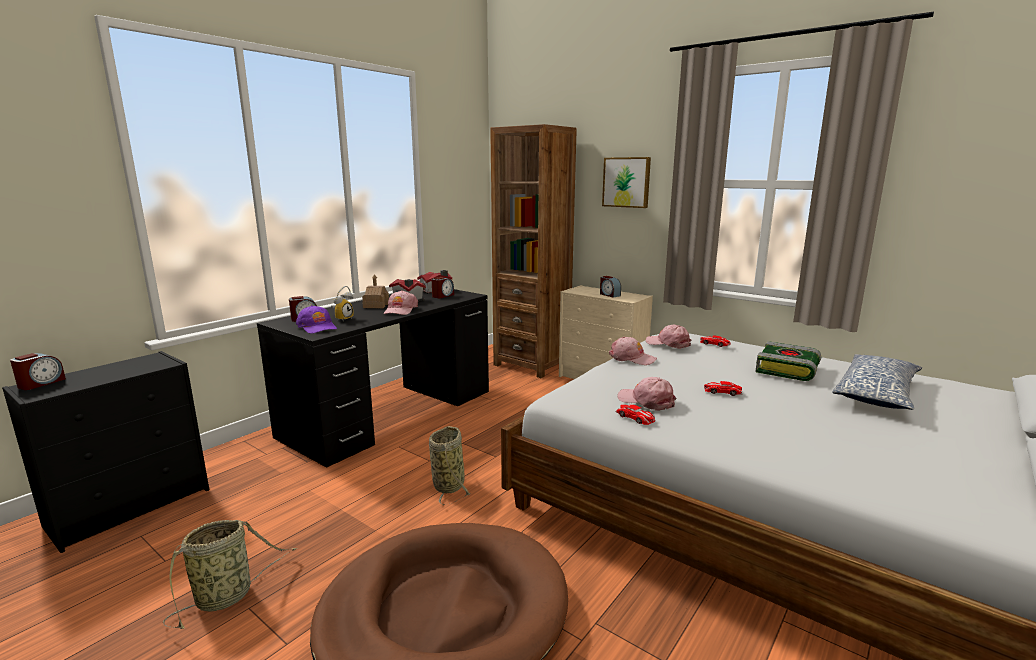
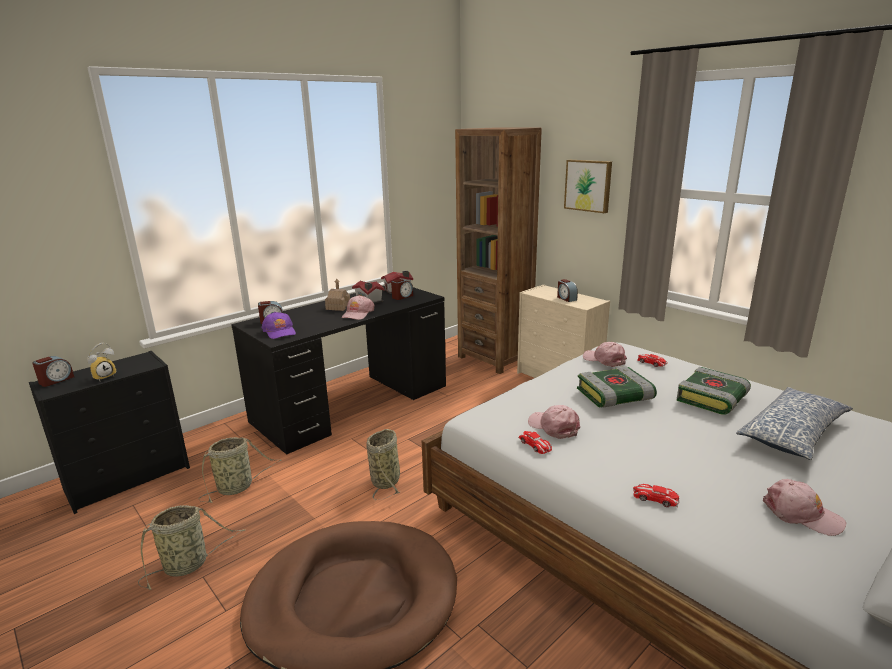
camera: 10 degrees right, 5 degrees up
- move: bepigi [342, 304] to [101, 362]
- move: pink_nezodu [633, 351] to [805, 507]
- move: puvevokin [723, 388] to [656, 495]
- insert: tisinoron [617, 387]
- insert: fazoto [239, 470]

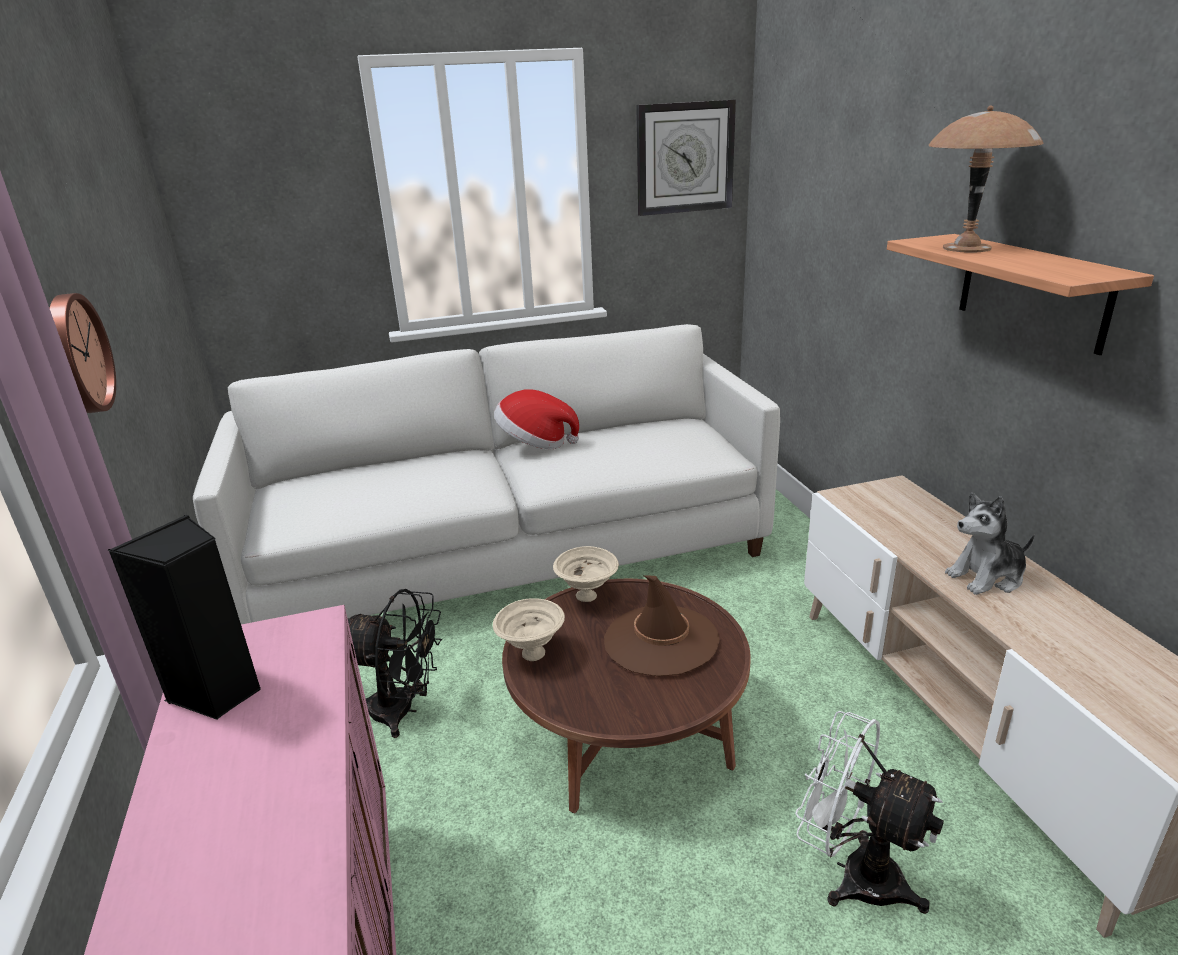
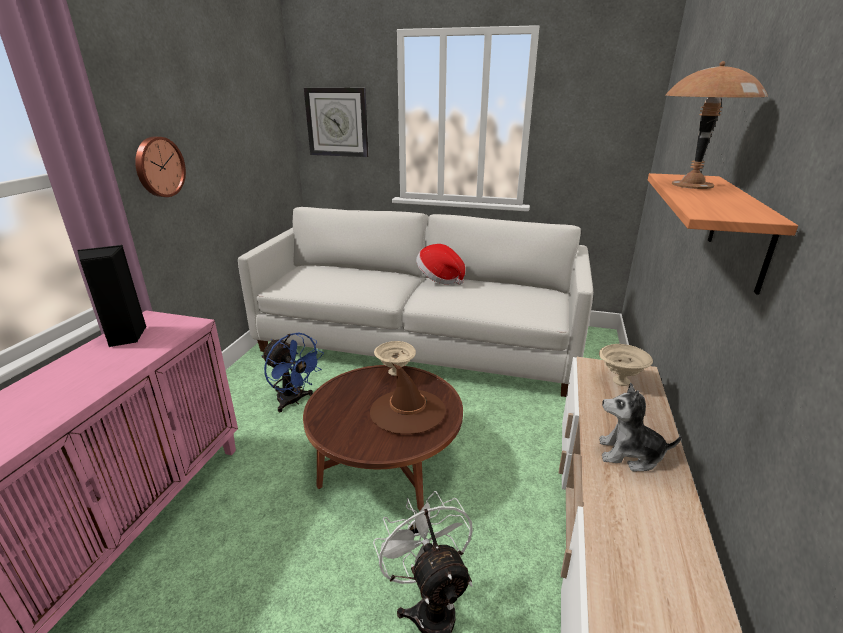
camera: 30 degrees right, 0 degrees up
- move: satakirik [686, 158] to [336, 122]
- recolor: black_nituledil [394, 663] to blue_nituledil [293, 372]
- move: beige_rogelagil [529, 629] to [626, 365]

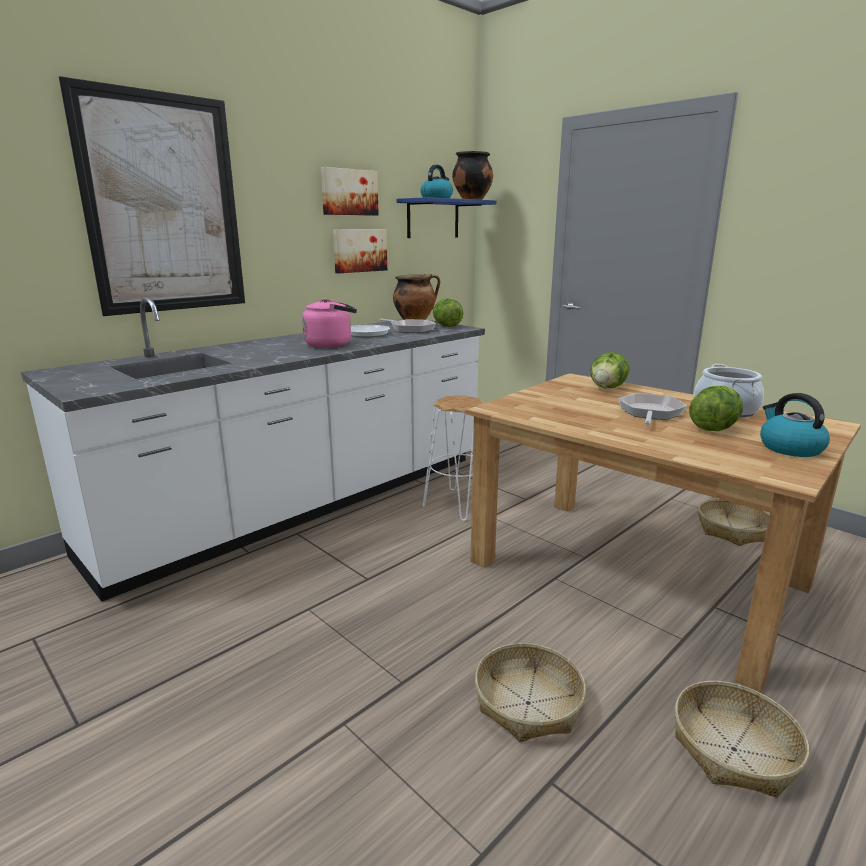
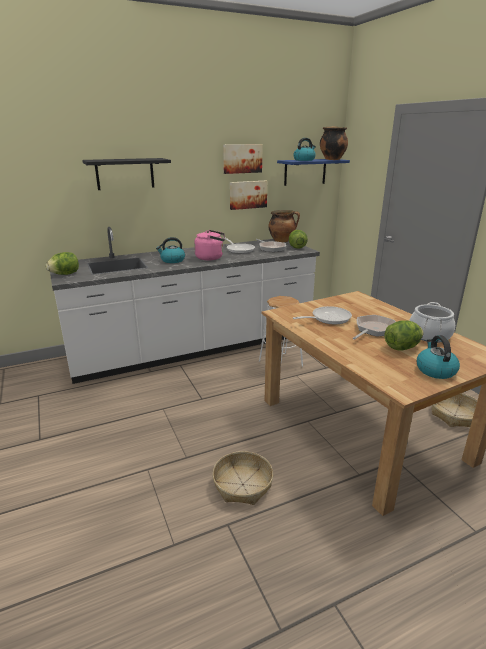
camera: 20 degrees right, 5 degrees up
- replace: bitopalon [152, 196] to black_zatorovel [126, 174]
- move: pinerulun [610, 370] to [62, 263]
- delete: fazoto [742, 739]
- insert: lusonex [170, 250]
- insert: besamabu [322, 315]

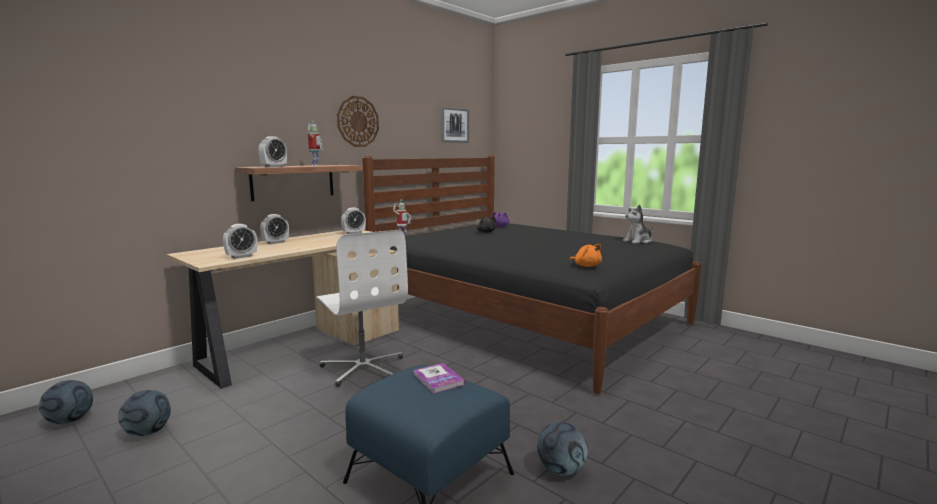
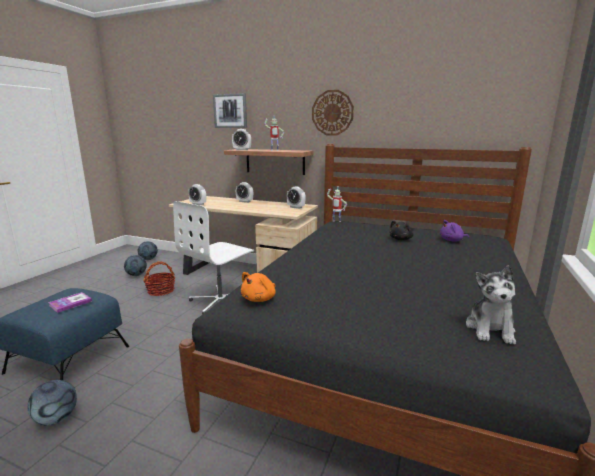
camera: 70 degrees right, 5 degrees up
- move: bitopalon [455, 125] to [230, 110]
- rotate: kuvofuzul [638, 224] = [491, 304] 120 degrees counterclockwise
- insert: fazoto [159, 278]

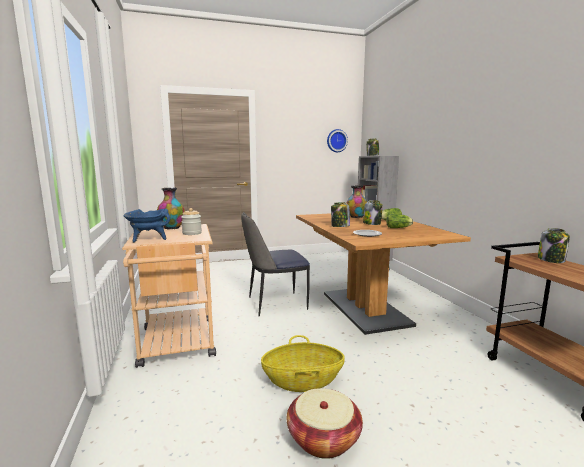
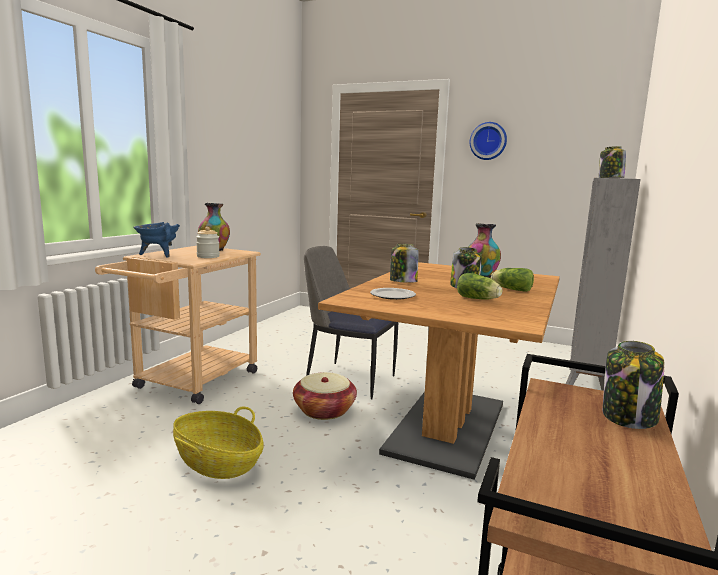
camera: 40 degrees right, 0 degrees up
- move: satakirik [337, 140] to [488, 141]
- move: fazoto [325, 423] to [325, 396]

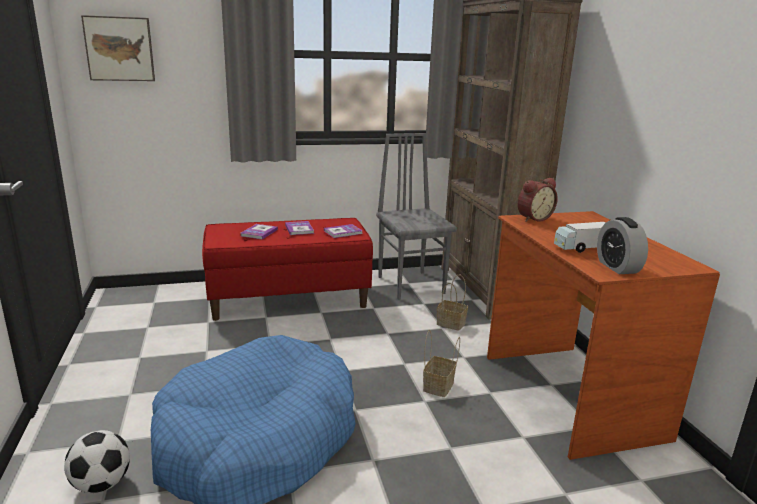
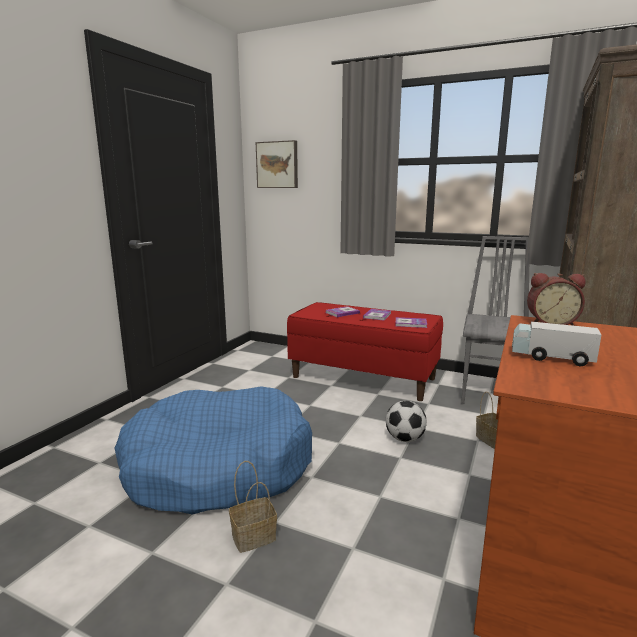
camera: 40 degrees right, 5 degrees down
- delete: bepigi [622, 245]
- move: fazoto [441, 363] to [253, 507]
- move: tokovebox [97, 461] to [406, 421]

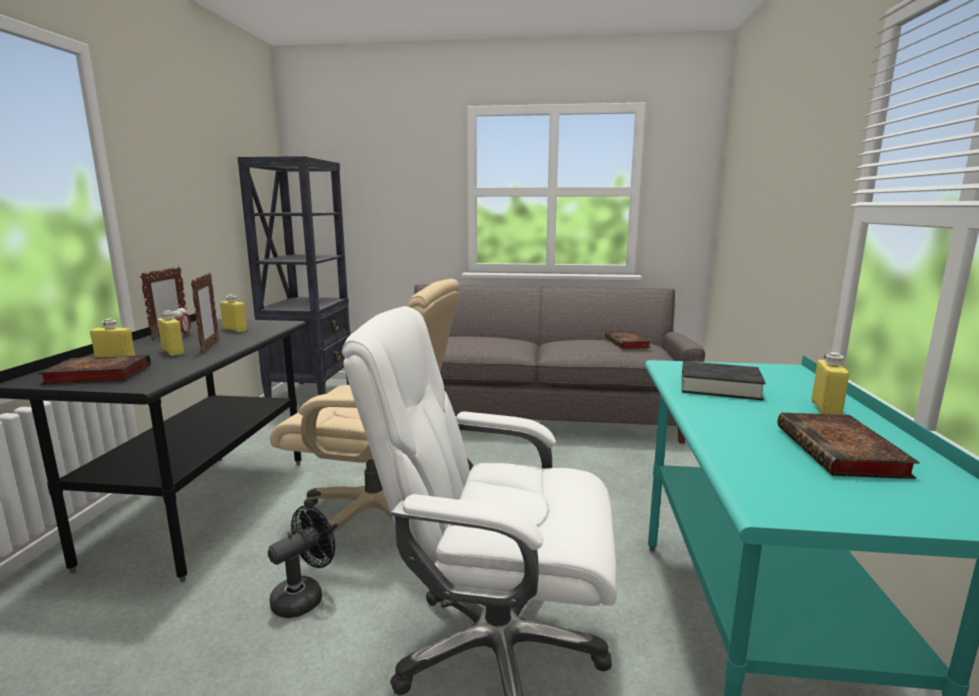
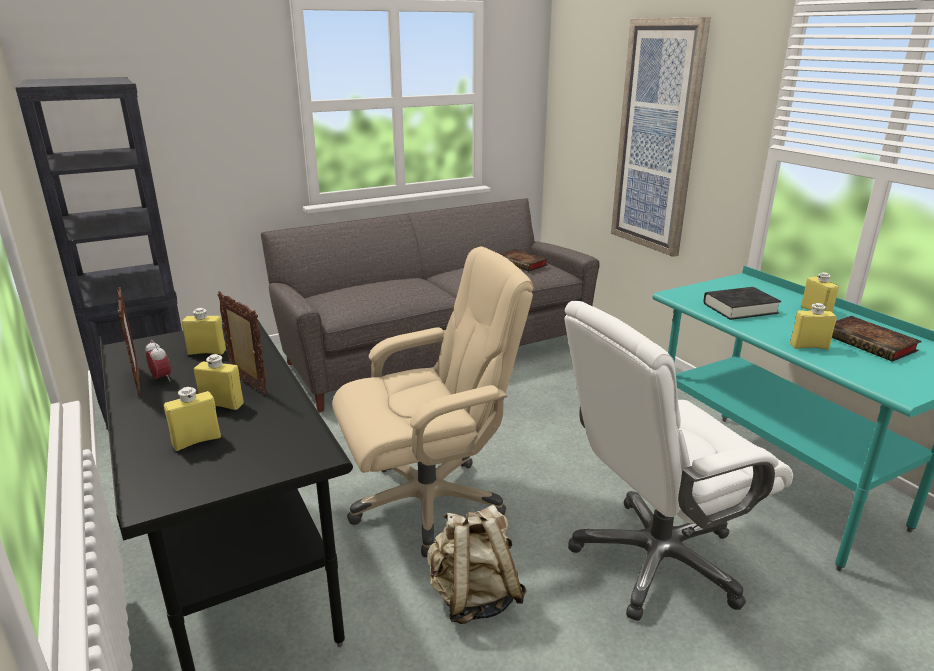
camera: 35 degrees left, 10 degrees up
- delete: tisinoron [94, 370]
- replace: black_nituledil [301, 561] to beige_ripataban [476, 564]
- insert: bitopalon [661, 137]
- insert: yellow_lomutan [813, 326]

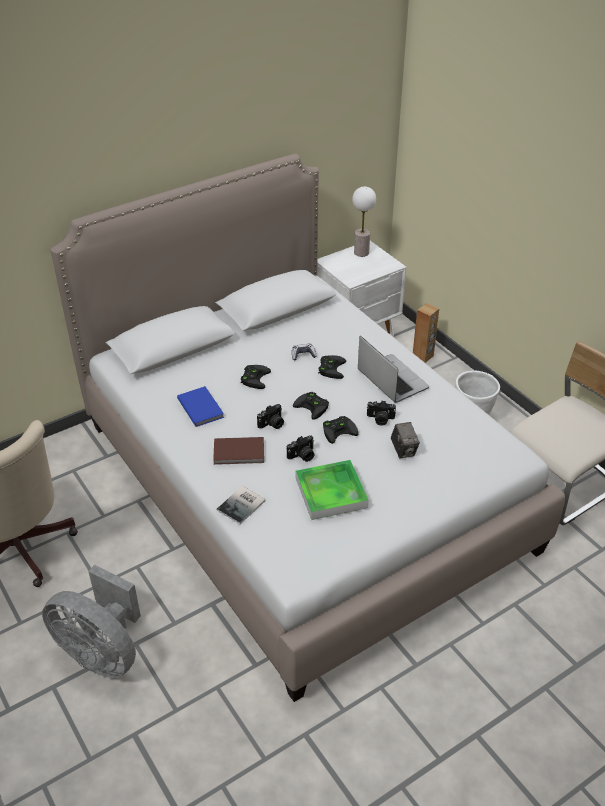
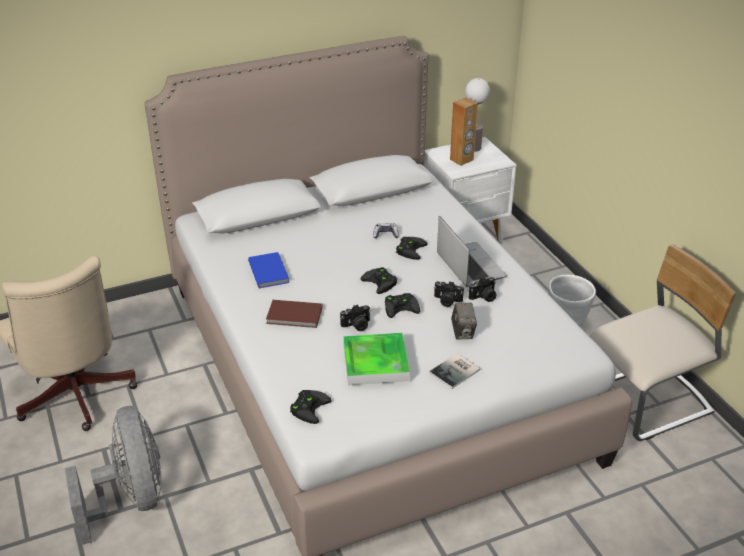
camera: 10 degrees right, 5 degrees down
- move: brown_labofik [426, 333] to [464, 131]
- move: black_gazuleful [256, 377] to [310, 407]
- move: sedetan [270, 416] to [483, 289]
- move: tisinoron [240, 505] to [454, 371]
- rotate: grey_nituledil [91, 621] = [113, 475] 150 degrees counterclockwise

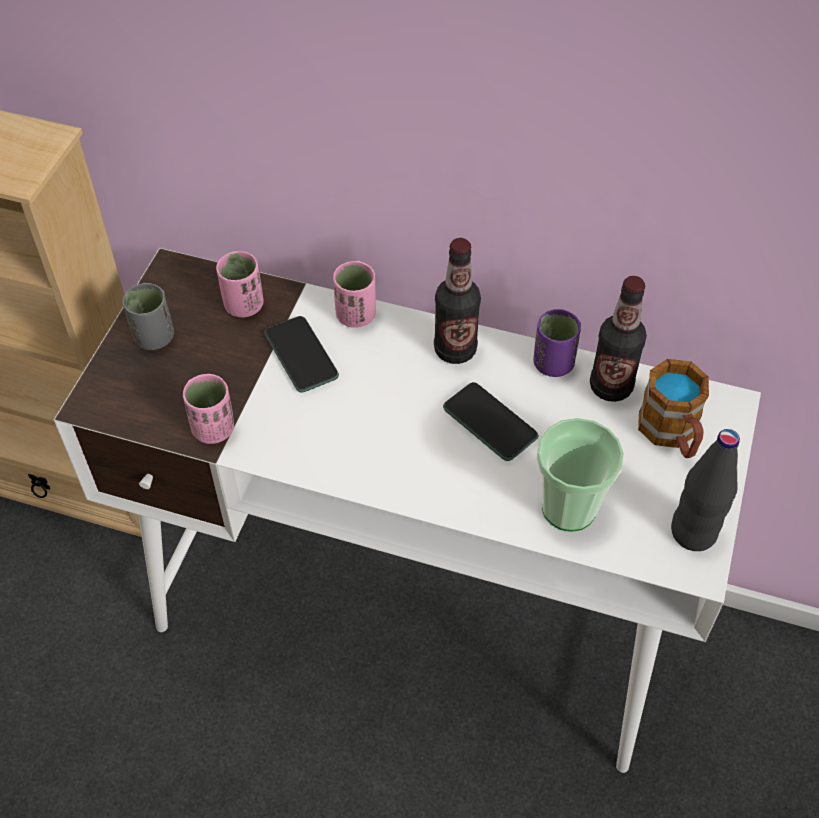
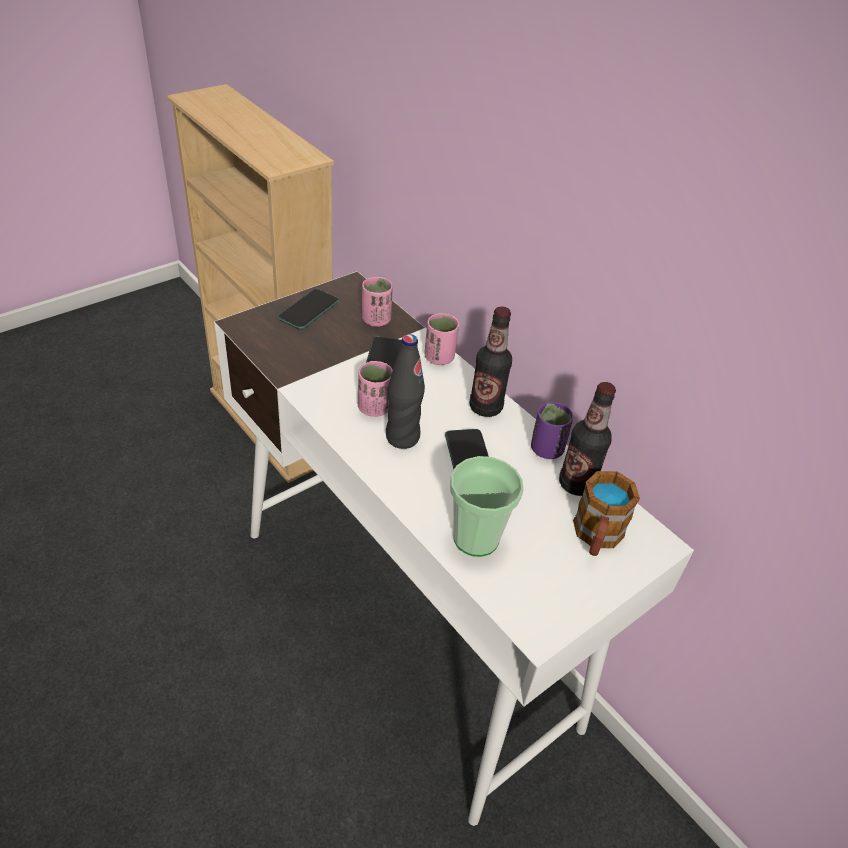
camera: 30 degrees right, 10 degrees down
- replace: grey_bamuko [148, 316] to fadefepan [308, 309]
- move: pink_bamuko [208, 409] to [375, 389]
- move: black_lomutan [705, 490] to [405, 391]

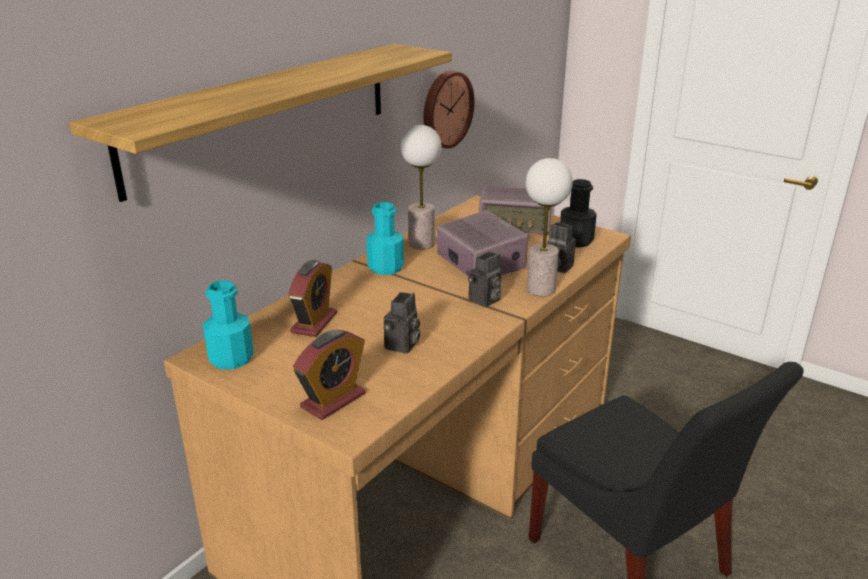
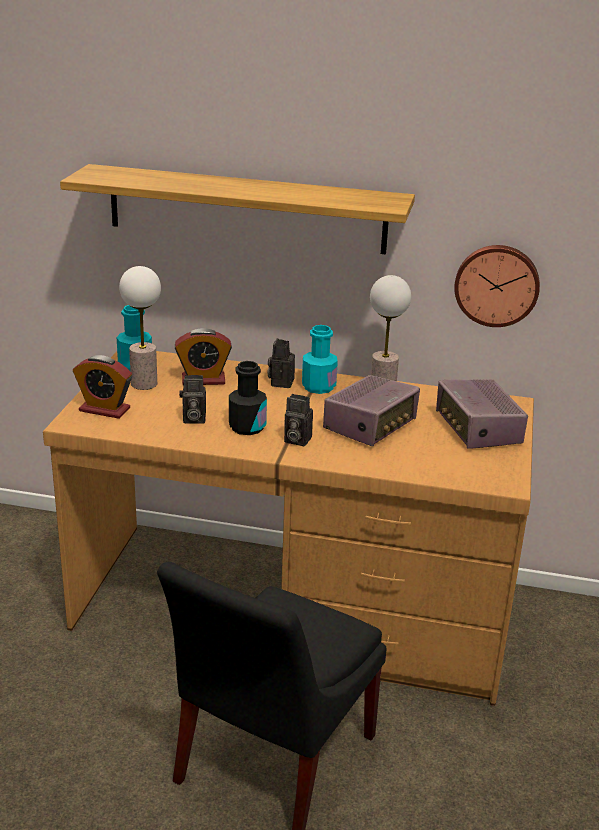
camera: 65 degrees right, 0 degrees up
- move: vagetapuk [549, 227] to [140, 328]
- move: black_lomutan [578, 213] to [248, 398]
- move: sedetan [561, 247] to [281, 363]

